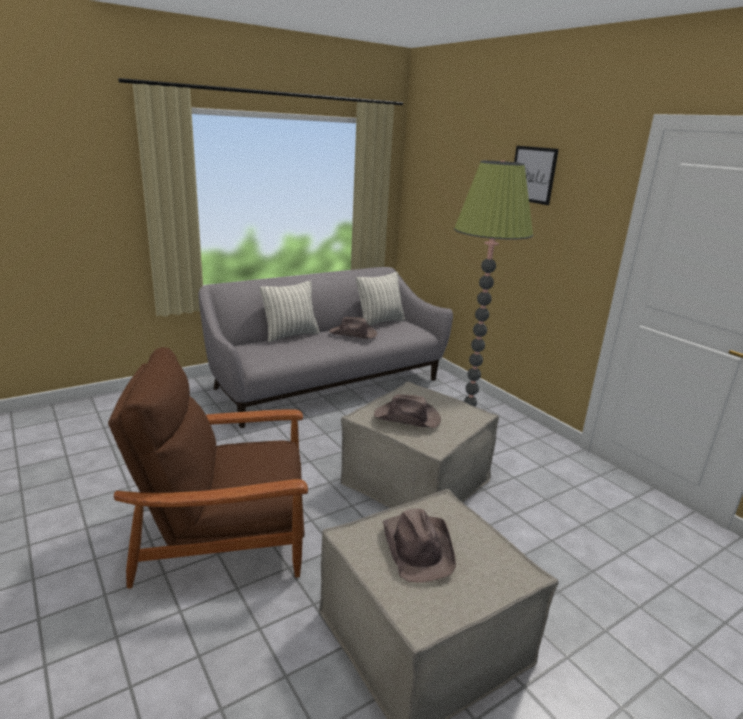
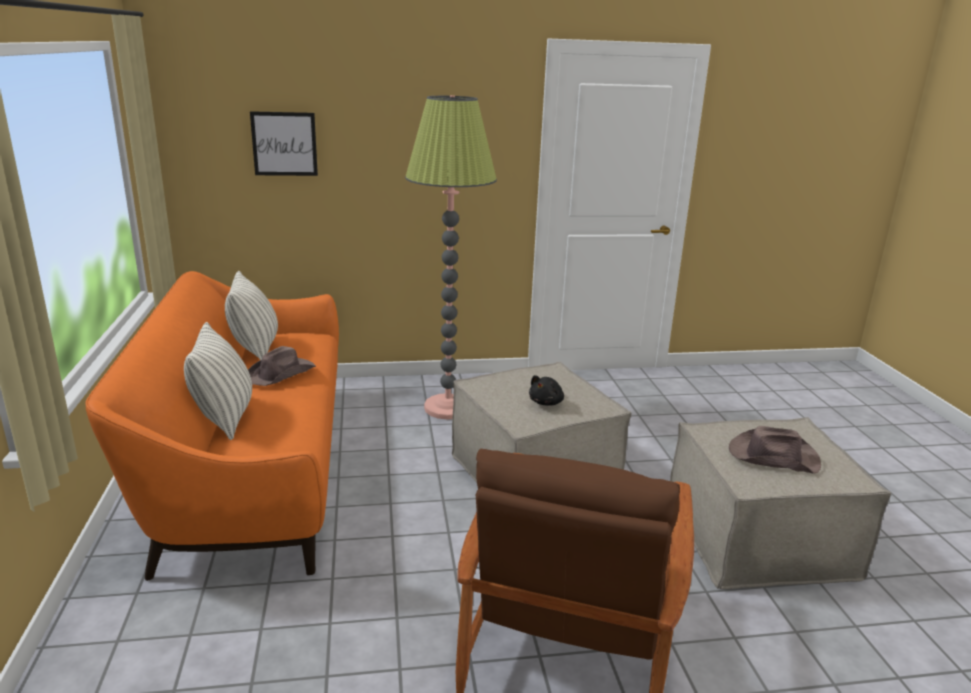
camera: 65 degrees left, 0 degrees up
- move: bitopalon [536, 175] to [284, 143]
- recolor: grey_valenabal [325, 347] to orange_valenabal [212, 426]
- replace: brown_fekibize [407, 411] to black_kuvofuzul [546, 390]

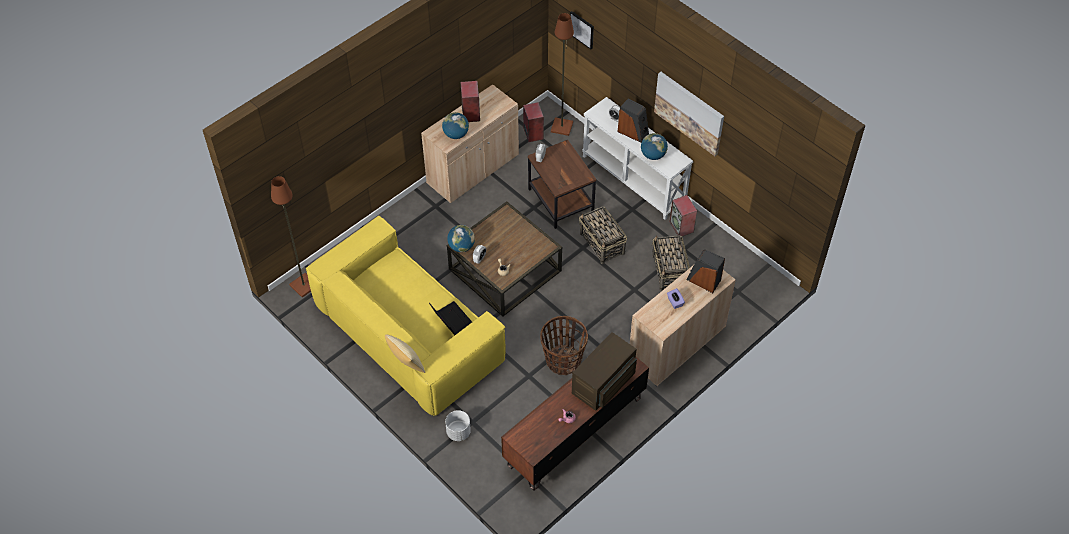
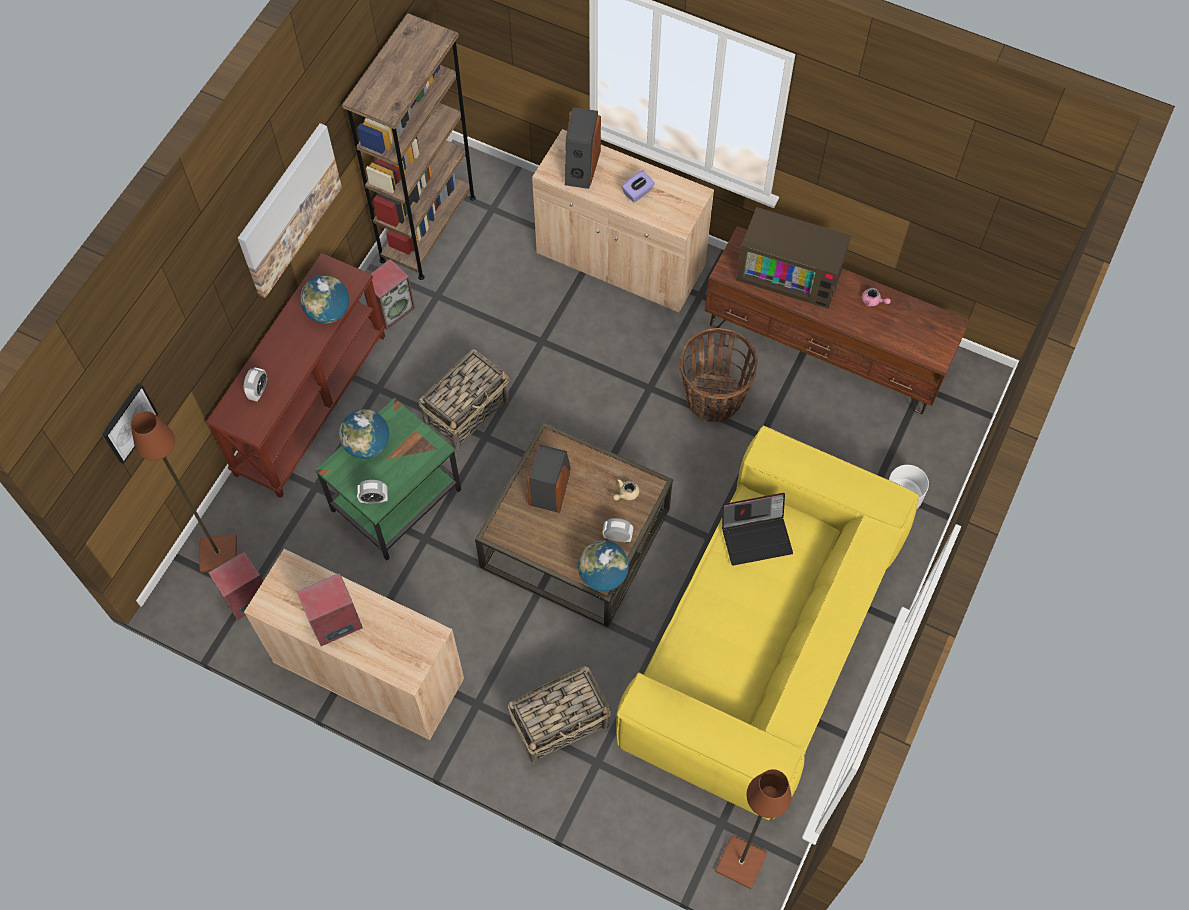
camera: 110 degrees left, 10 degrees up
- recolor: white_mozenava [637, 158] to brown_mozenava [295, 375]
- move: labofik [633, 121] to [548, 479]
- move: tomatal [455, 125] to [364, 434]
- recolor: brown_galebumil [562, 184] to green_galebumil [388, 479]
- move: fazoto [671, 263] to [559, 715]
- rotate: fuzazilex [450, 318] = [757, 529] 135 degrees counterclockwise
- delete: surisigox [405, 353]
- insert: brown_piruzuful [409, 146]

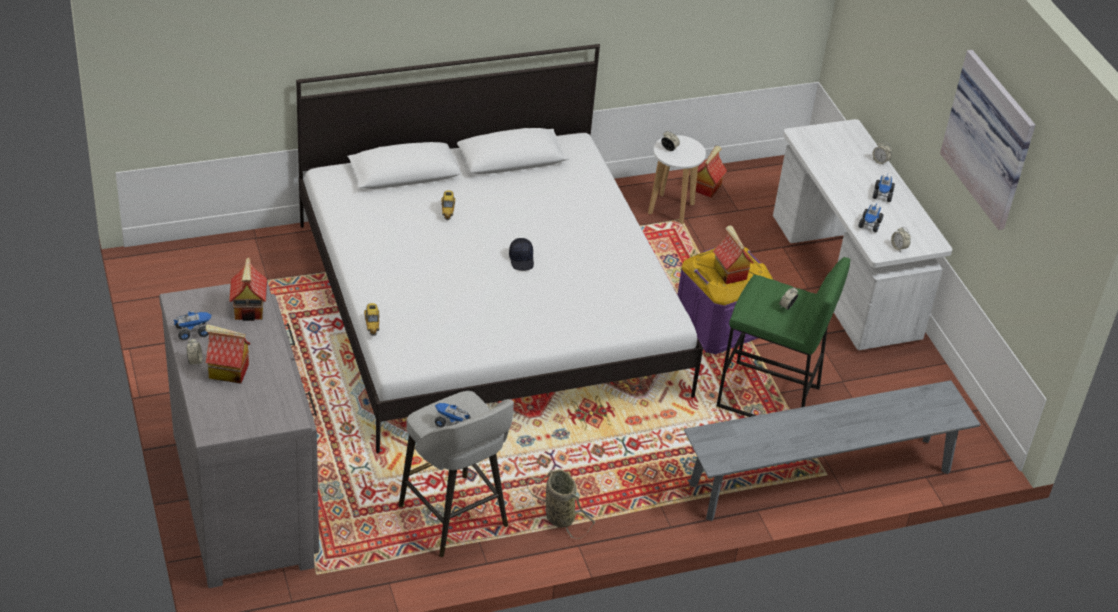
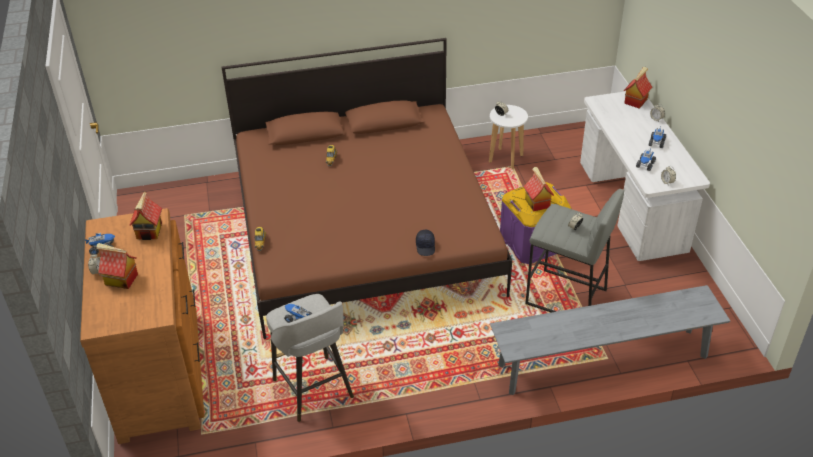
camera: 10 degrees right, 0 degrees up
- recolor: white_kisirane [499, 248] to brown_kisirane [367, 188]
- delete: bitopalon [987, 140]
- move: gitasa [711, 171] to [638, 88]
- move: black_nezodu [521, 254] to [425, 243]
- recolor: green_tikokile [783, 337] to grey_tikokile [574, 250]
- recolor: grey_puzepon [239, 435] to brown_puzepon [142, 326]
- delete: fazoto [561, 504]

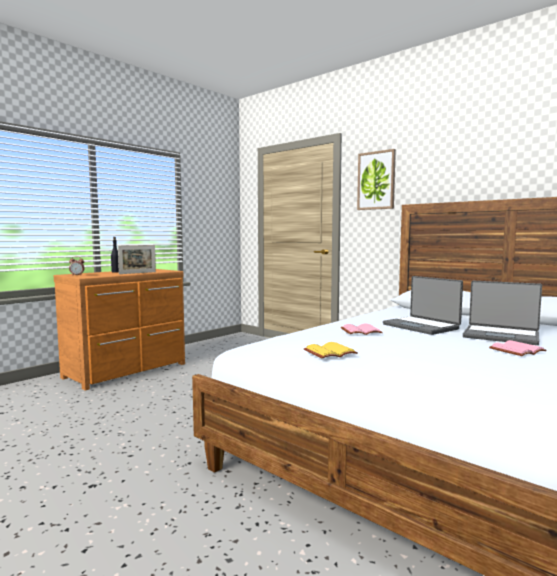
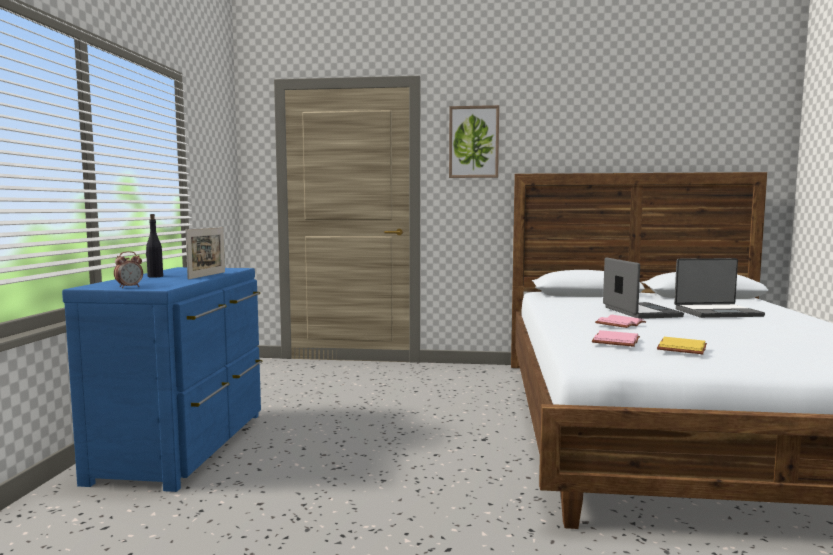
camera: 35 degrees left, 0 degrees up
- recolor: brown_puzepon [119, 330] to blue_puzepon [162, 379]
- rotate: fuzazilex [423, 305] = [643, 288] 120 degrees counterclockwise
- move: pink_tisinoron [517, 348] to [616, 338]

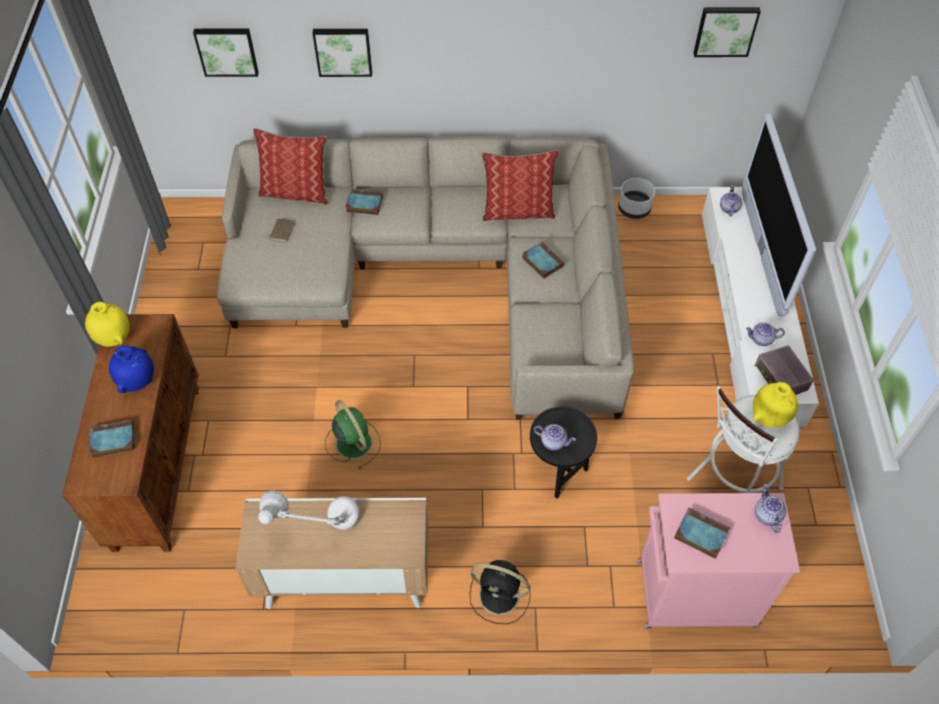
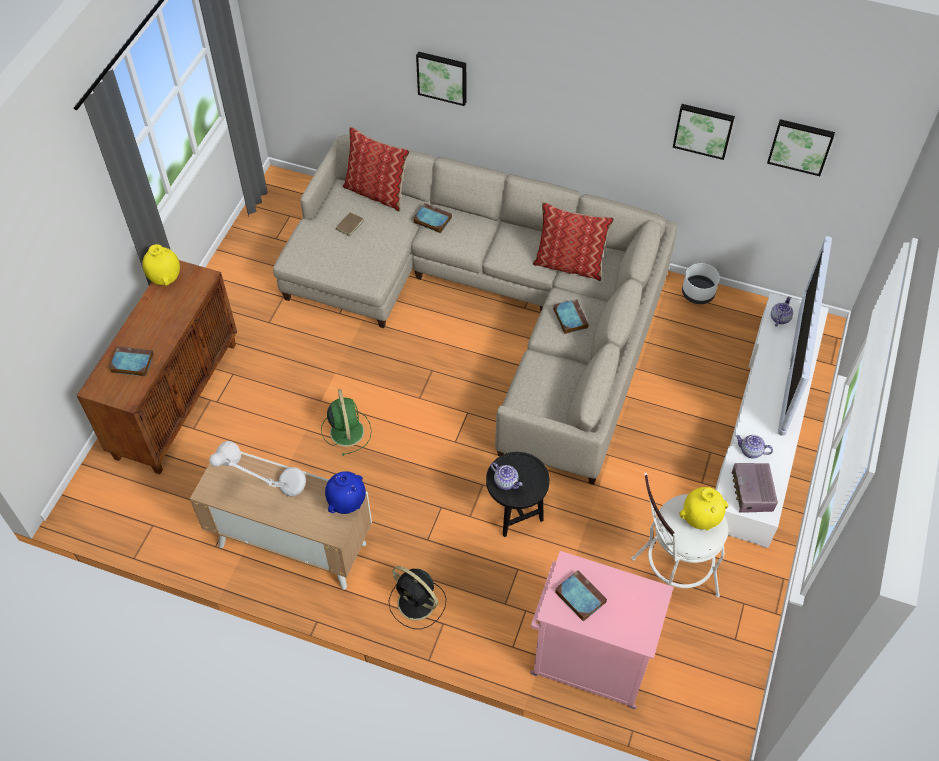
camera: 20 degrees right, 0 degrees up
- move: bitopalon [226, 52] to [704, 132]
- move: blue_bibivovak [131, 369] to [345, 492]
- delete: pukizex [770, 508]

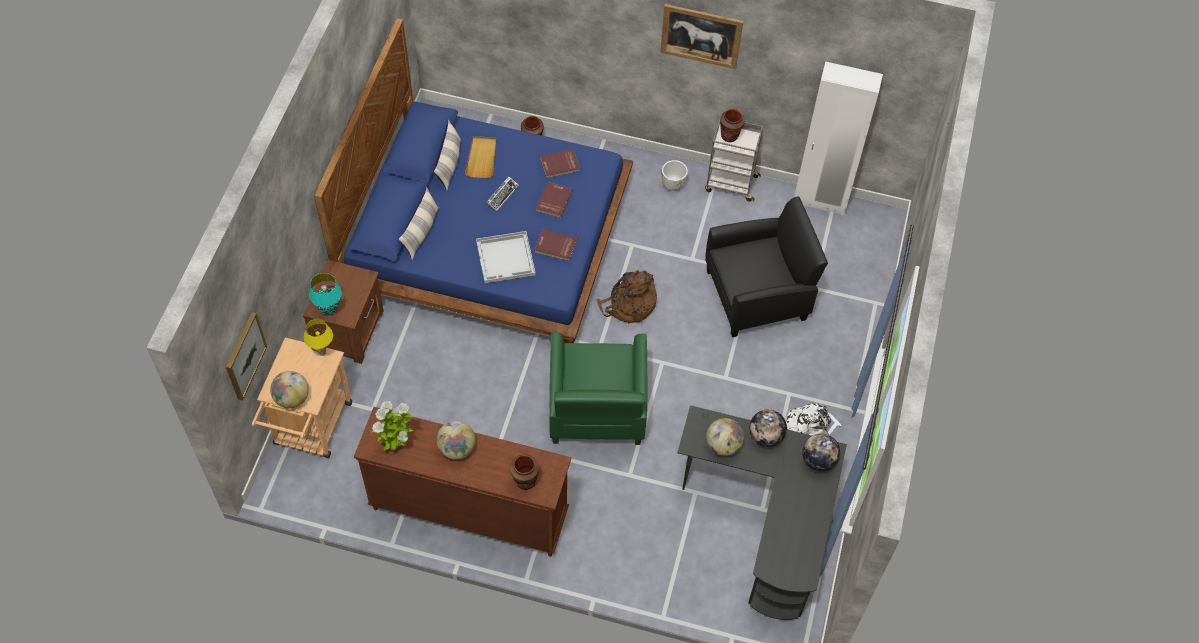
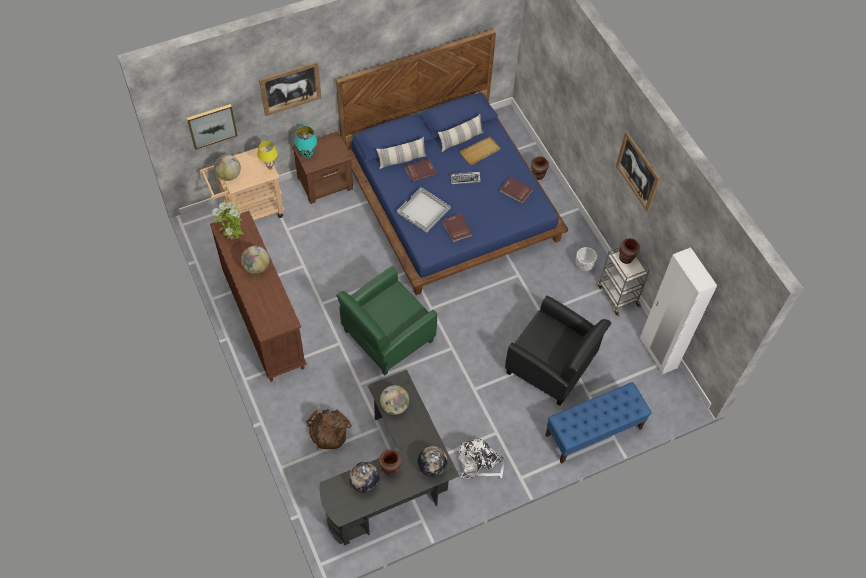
camera: 50 degrees right, 0 degrees up
- move: red_tisinoron [554, 200] to [420, 170]
- move: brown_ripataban [626, 296] to [329, 429]
- move: tomatal [768, 428] to [364, 477]
- move: brown_bibivovak [524, 472] to [390, 462]
- insert: bitopalon [290, 89]
- insert: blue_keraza [598, 423]

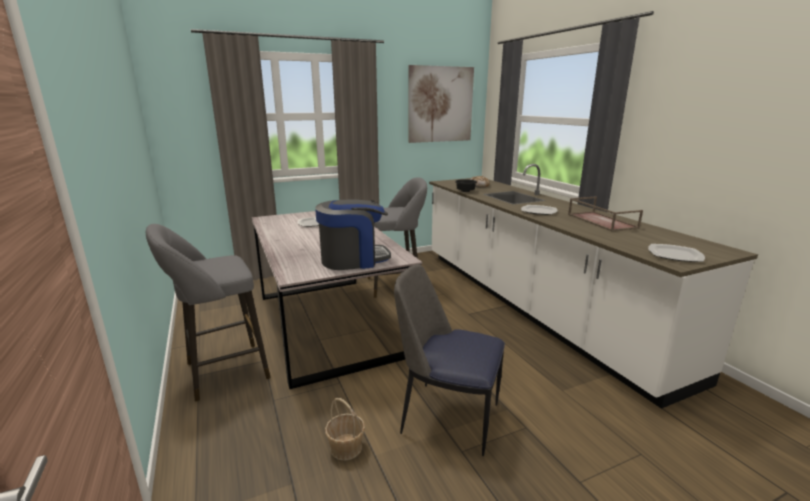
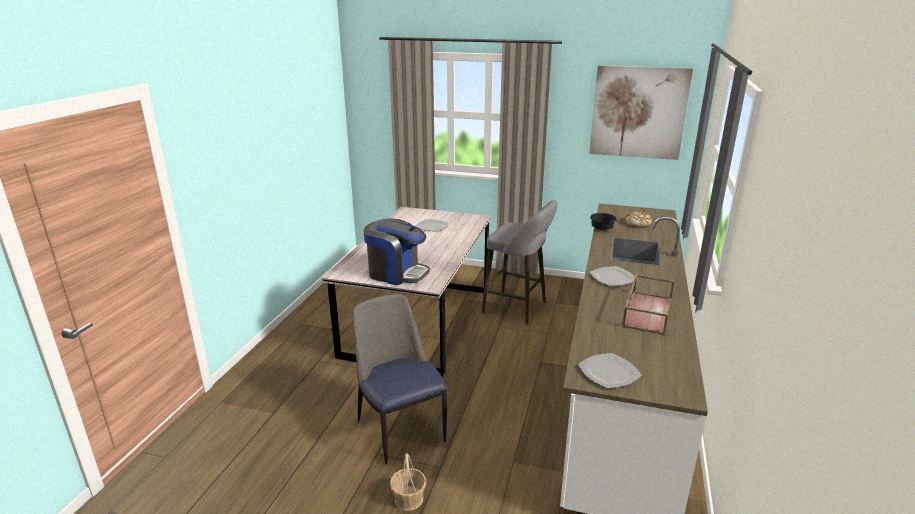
camera: 40 degrees right, 5 degrees up
- delete: grey_tikokile [208, 312]
- move: fazoto [345, 429] to [408, 482]

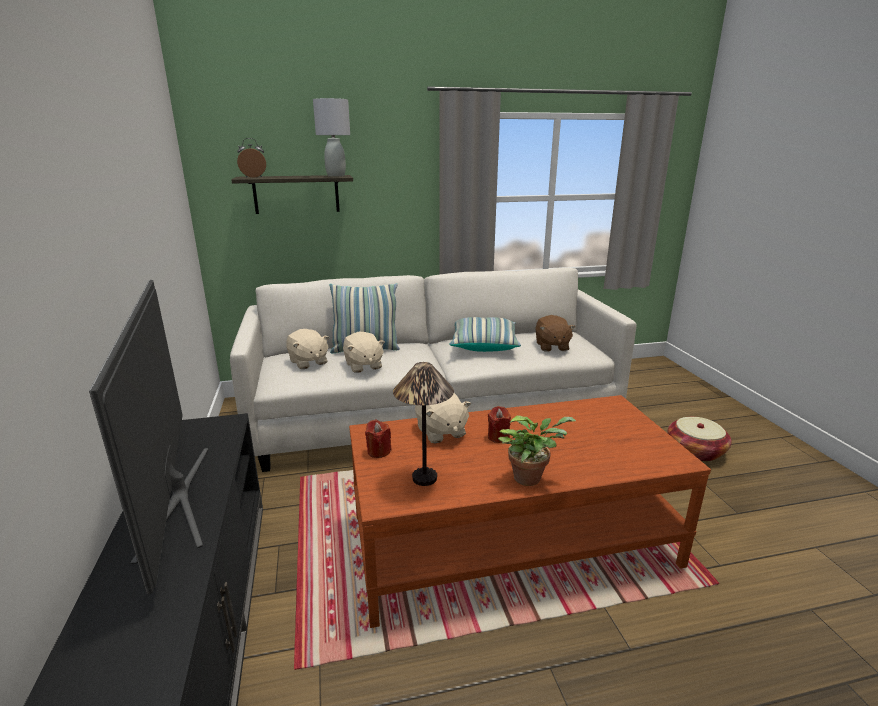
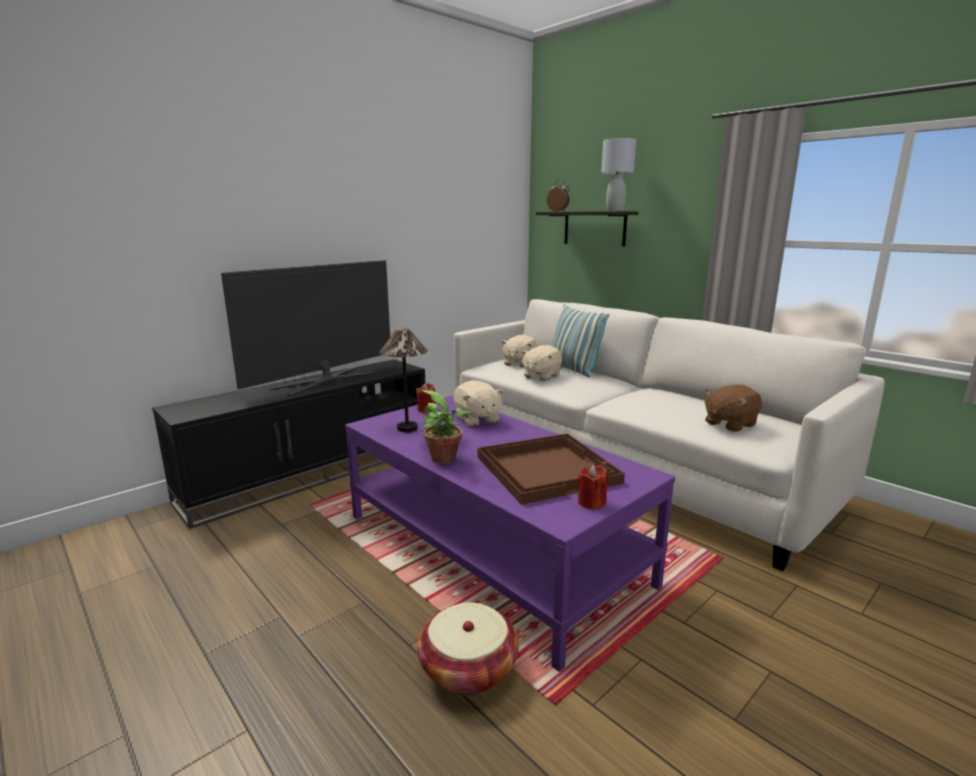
camera: 60 degrees right, 5 degrees down
- delete: surisigox [485, 334]
- rotate: beige_kuvofuzul [443, 418] = [479, 403] 60 degrees counterclockwise
- recolor: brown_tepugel [530, 511] to purple_tepugel [510, 534]
- move: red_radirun [499, 424] to [592, 487]
- move: fazoto [700, 439] to [468, 649]
- insert: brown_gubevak [551, 469]

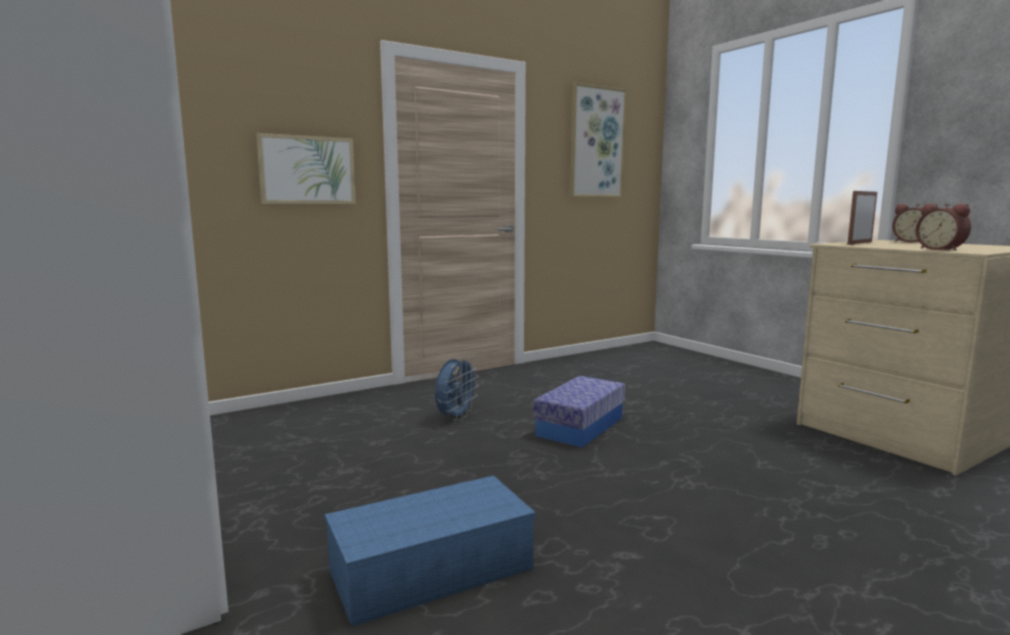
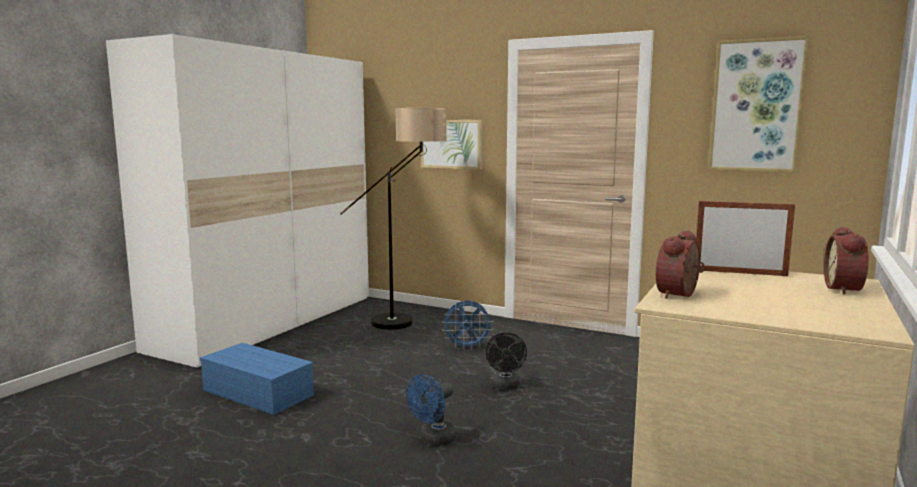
camera: 60 degrees right, 0 degrees up
- replace: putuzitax [579, 412] to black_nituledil [506, 361]
- insert: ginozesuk [393, 219]
- insert: blue_nituledil [432, 410]

